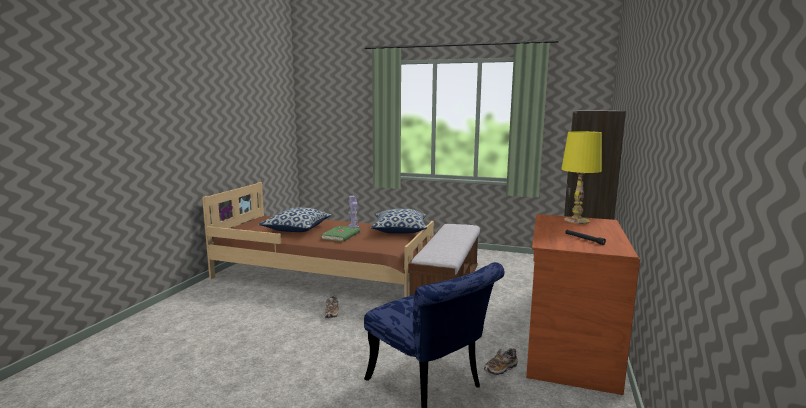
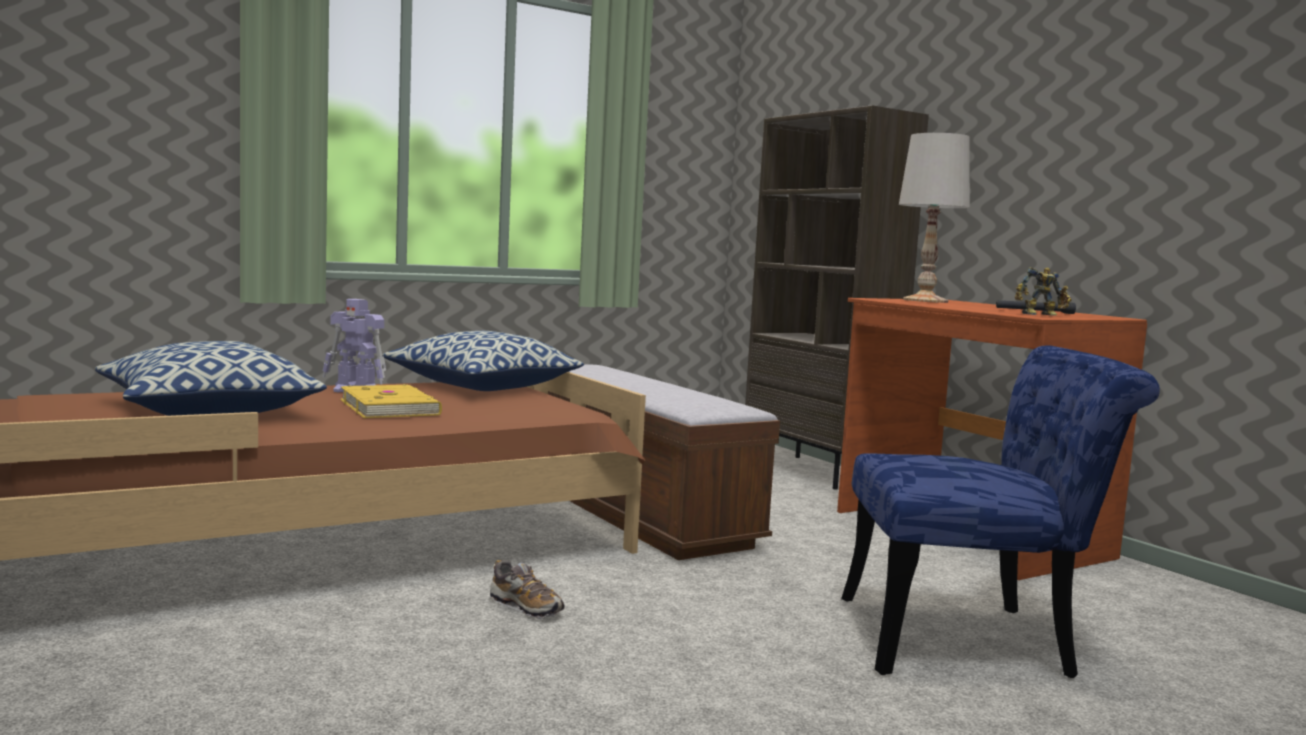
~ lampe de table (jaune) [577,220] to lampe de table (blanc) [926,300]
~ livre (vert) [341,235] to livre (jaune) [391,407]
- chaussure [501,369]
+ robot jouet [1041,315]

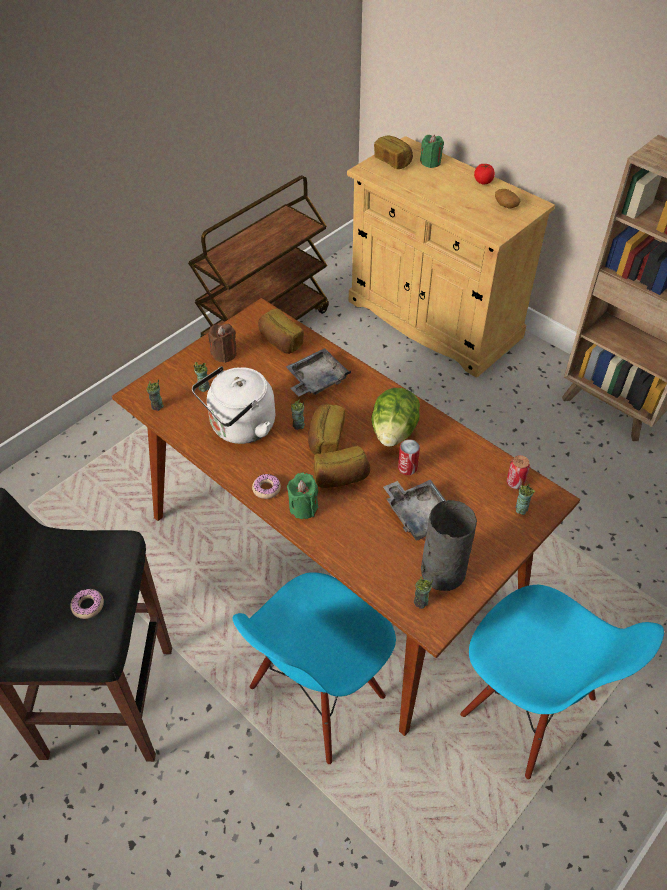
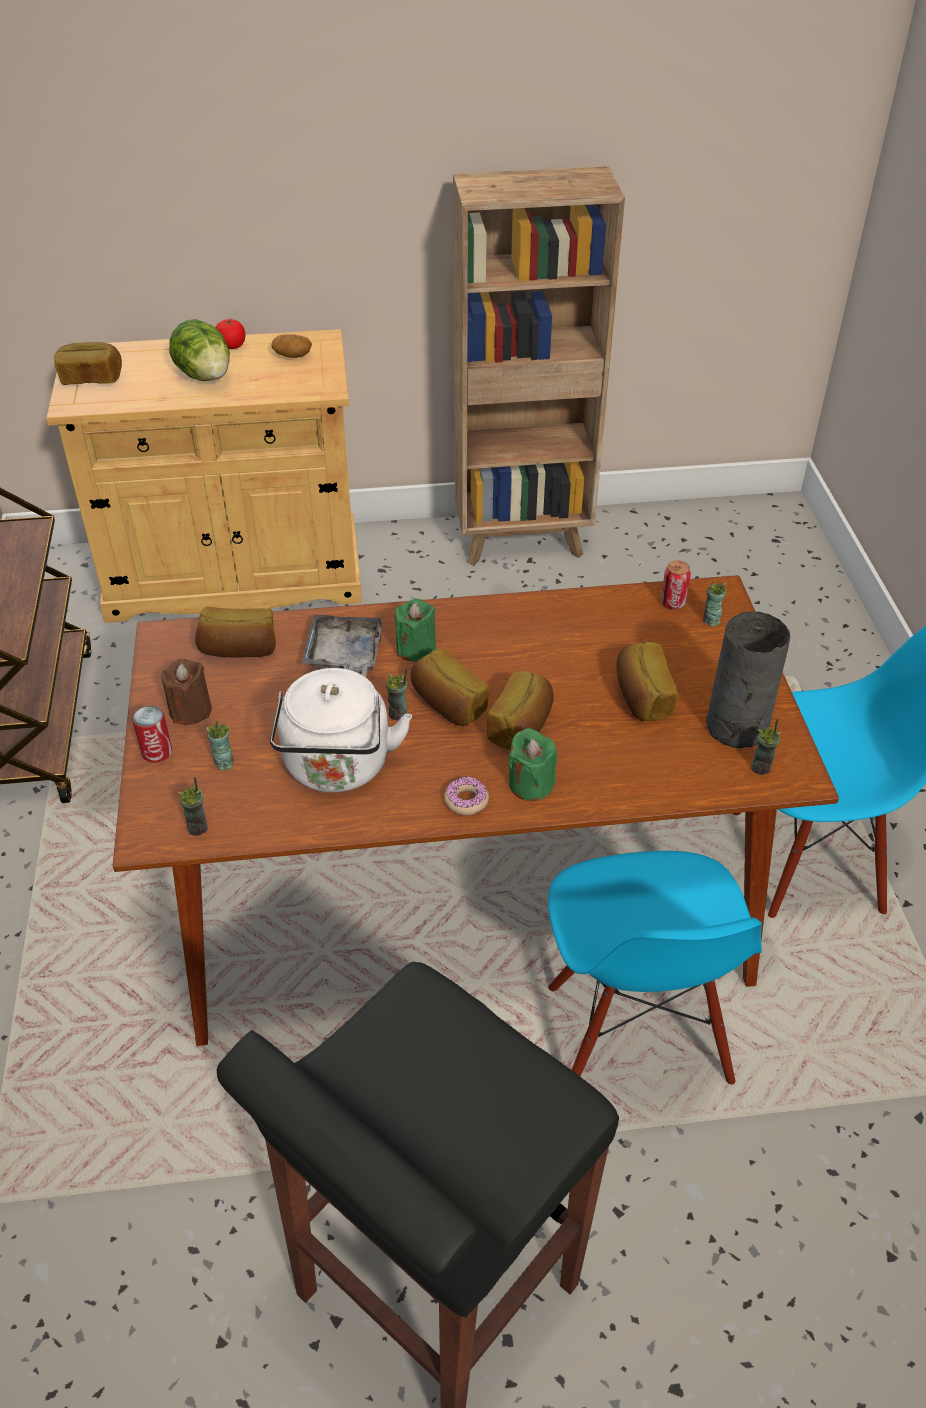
~ bougie (vert) [430,162] to [416,649]
~ laitue [394,432] to [205,376]
~ boîte métallique [407,468] to [157,752]
~ plateau (gris) [419,515] to pain [642,697]
- beignet [88,606]

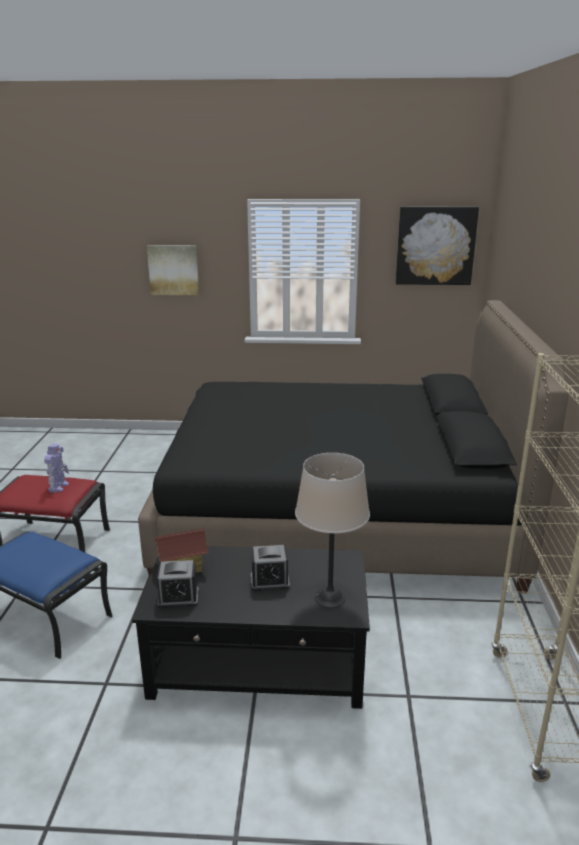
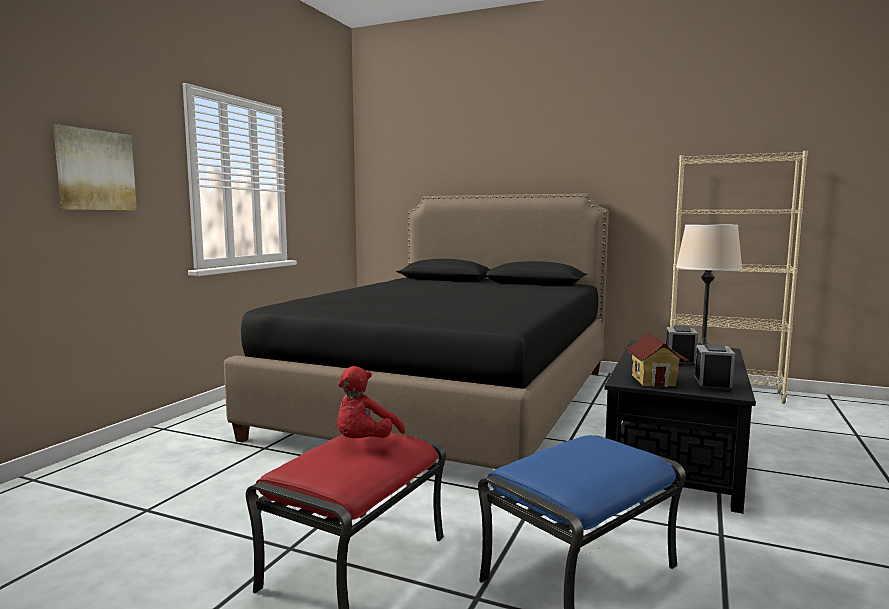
- tableau [435,246]
~ robot jouet [59,487] to peluche (rouge) [365,443]

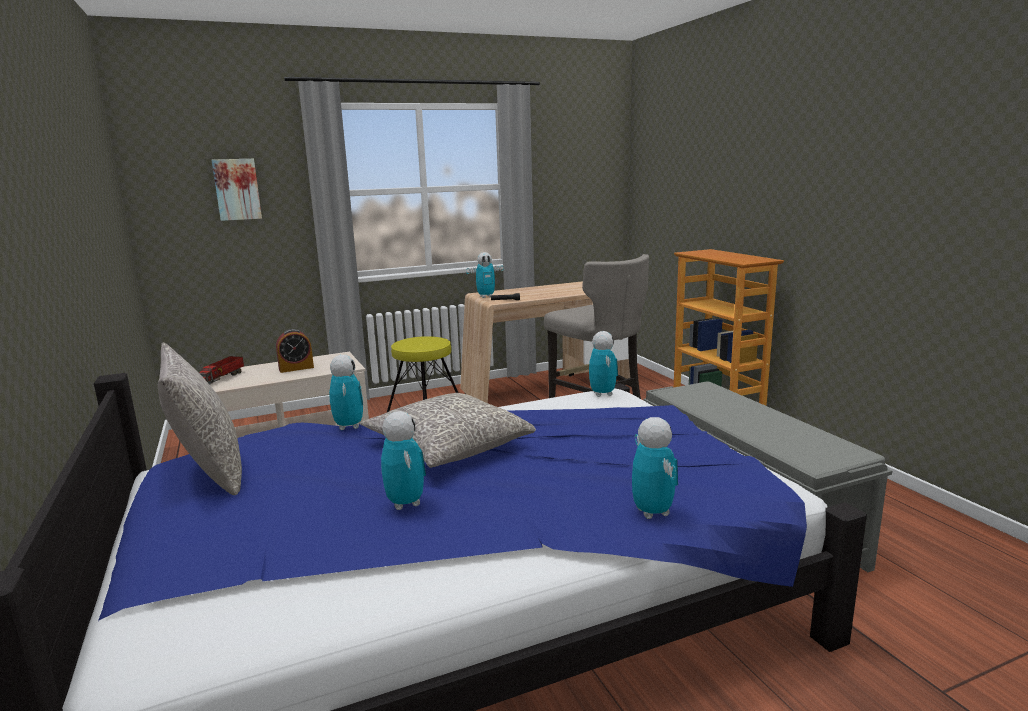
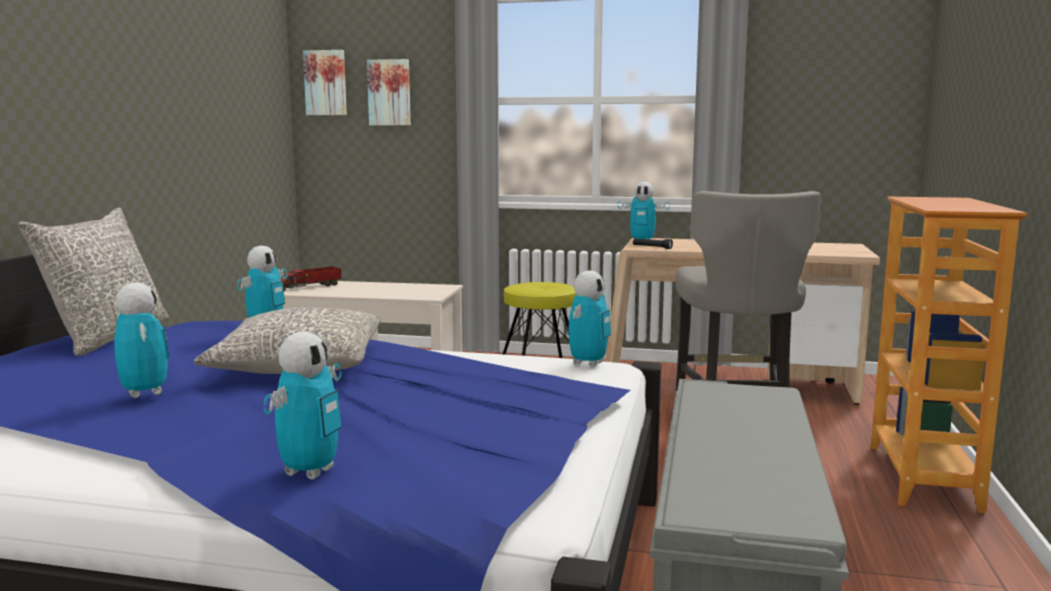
- réveil [296,368]
~ robot jouet [405,503] = [145,393] 45 degrees counterclockwise
+ tableau [326,83]

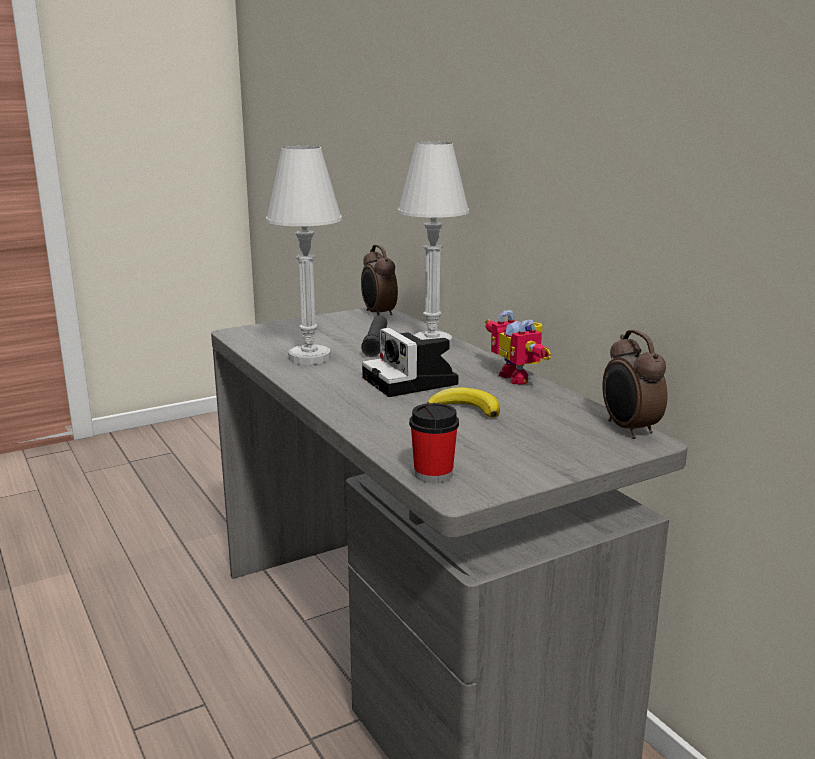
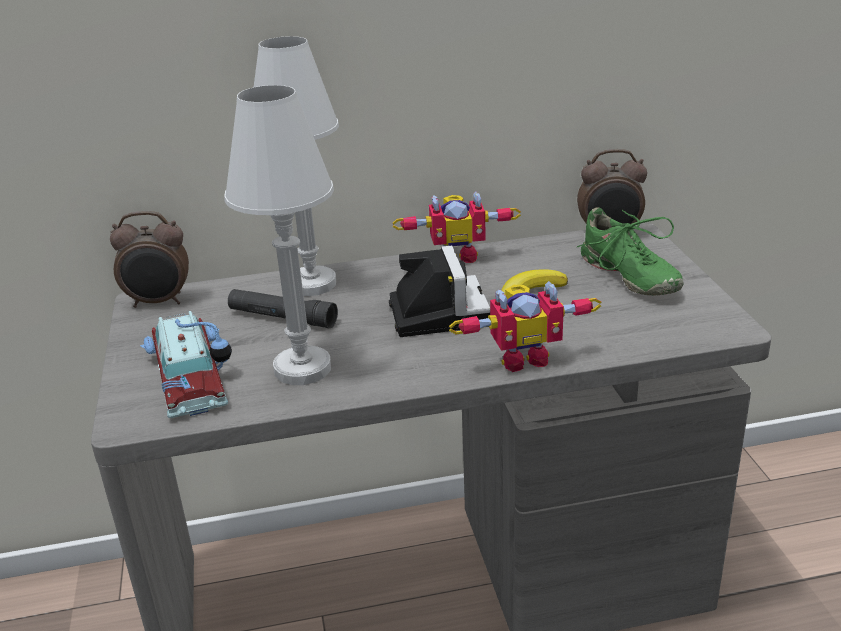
~ appareil photo [412,382] = [436,312] 90 degrees counterclockwise
- tasse [433,474]
+ chaussure (vert) [628,276]
+ robot jouet [522,357]
+ petite voiture [192,373]

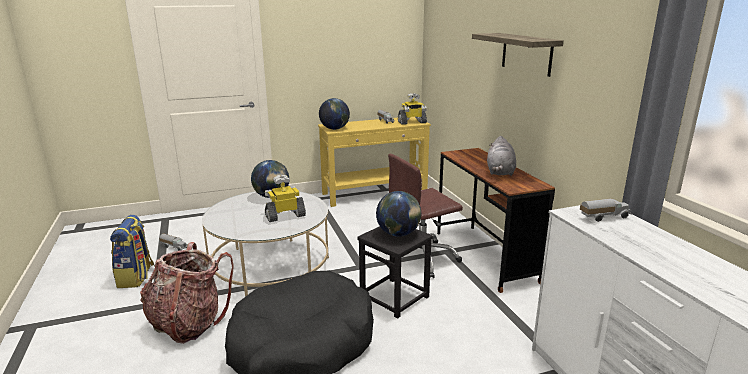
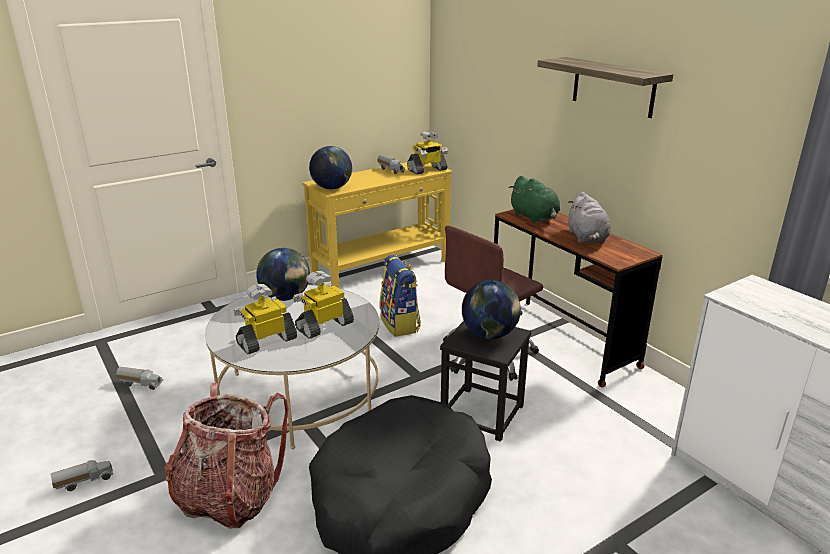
~ camion jouet [603,217] to [84,481]
~ sac à dos [136,277] to [400,324]
+ peluche (vert) [535,218]
+ robot jouet [266,341]

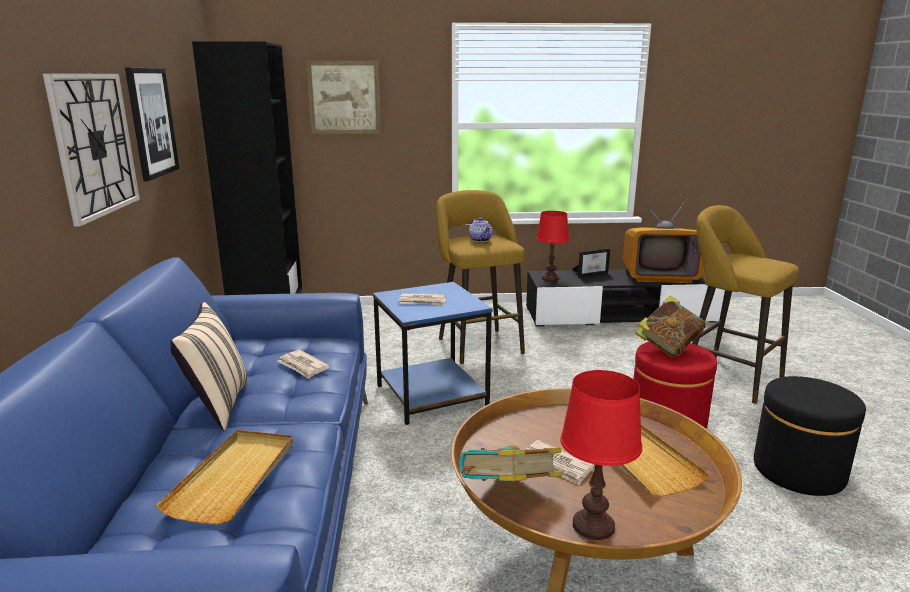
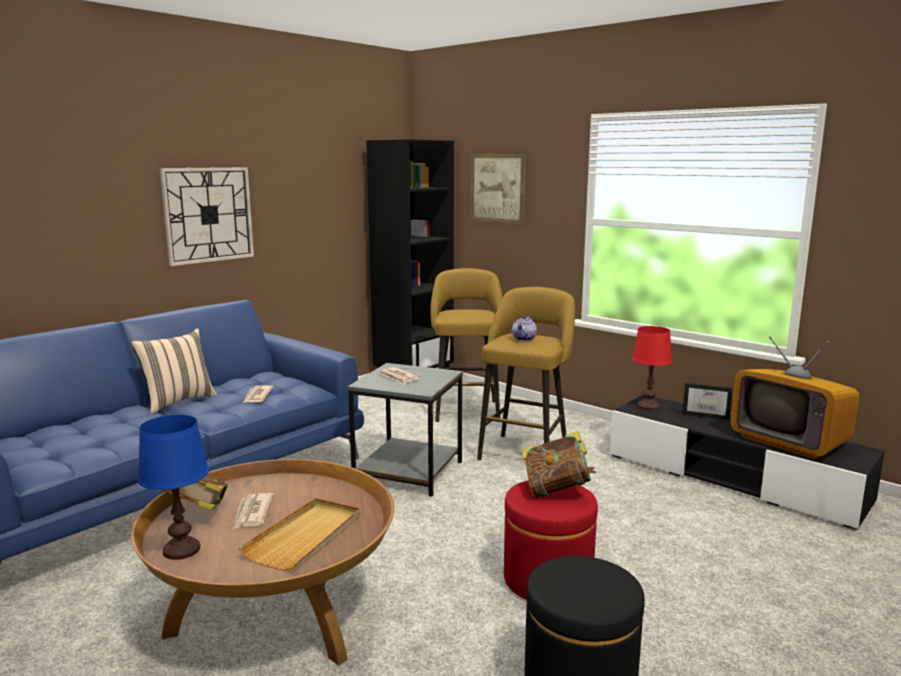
- tableau [152,122]
~ tabouret (jaune) [726,376] to [466,409]
~ table d'appoint (bleu) [432,394] to table d'appoint (gris) [410,471]
~ lampe de table (rouge) [594,526] to lampe de table (bleu) [181,550]
- plateau (beige) [234,477]

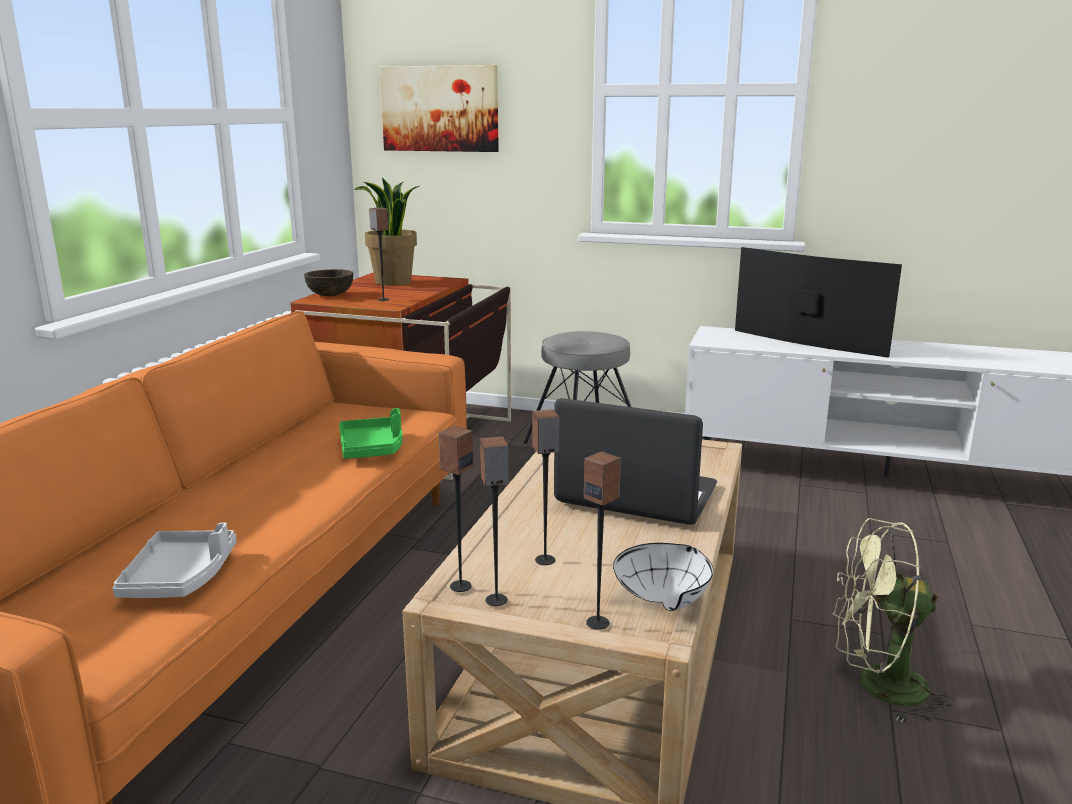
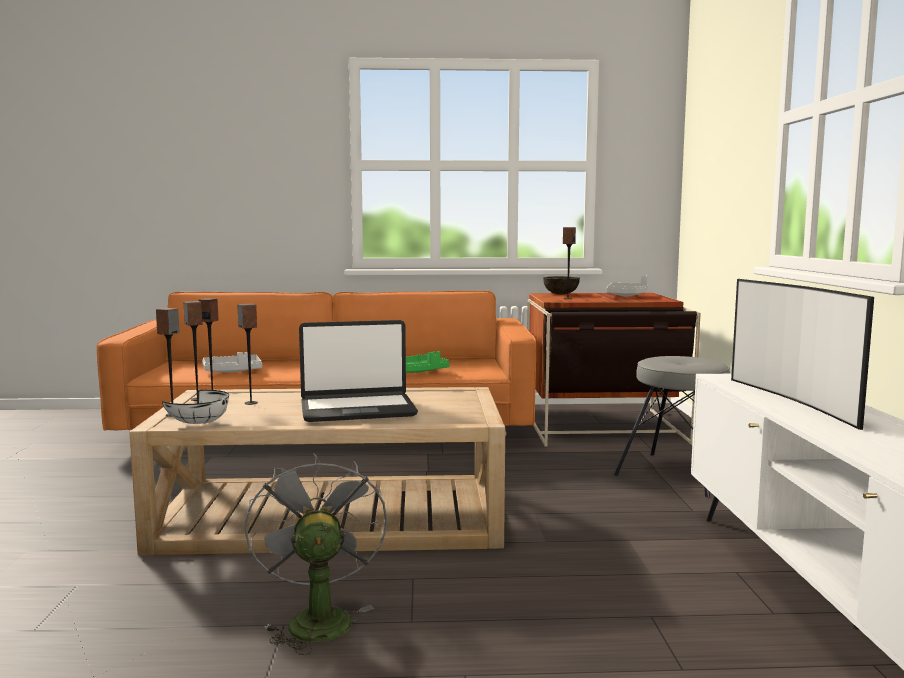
- tableau [440,109]
~ plante en pot [393,282] to plateau (gris) [626,296]
~ téléviseur [805,344] = [795,401] 150 degrees clockwise
~ ordinateur portable [636,496] = [357,409] 75 degrees clockwise
~ ventilateur (vert) [877,687] to ventilateur (gris) [316,618]

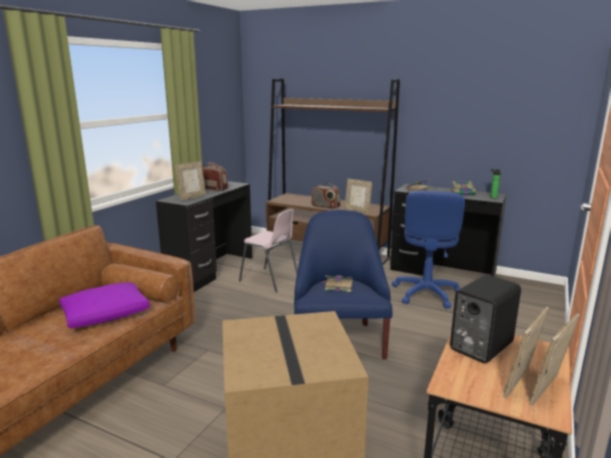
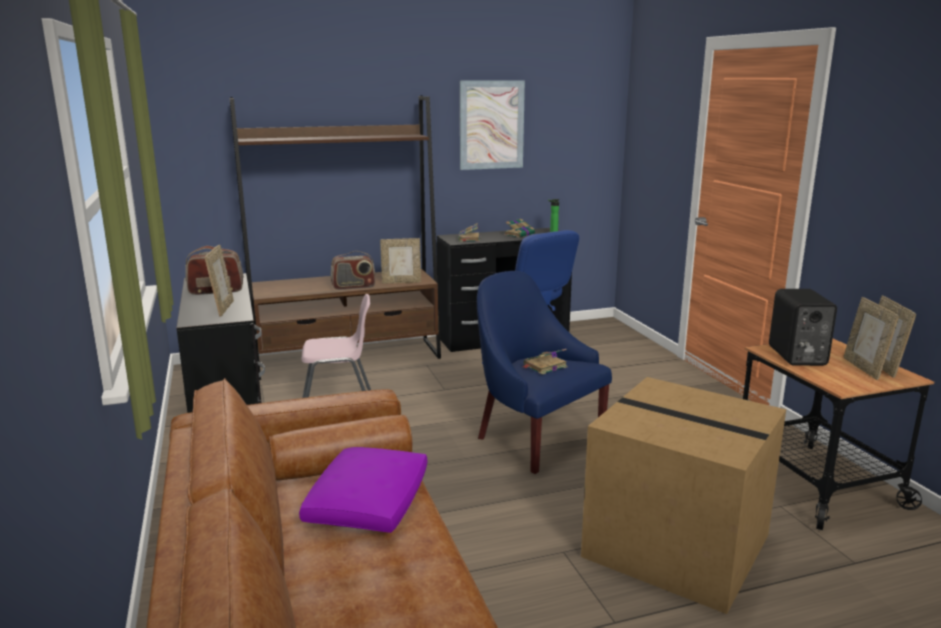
+ tableau [491,125]

